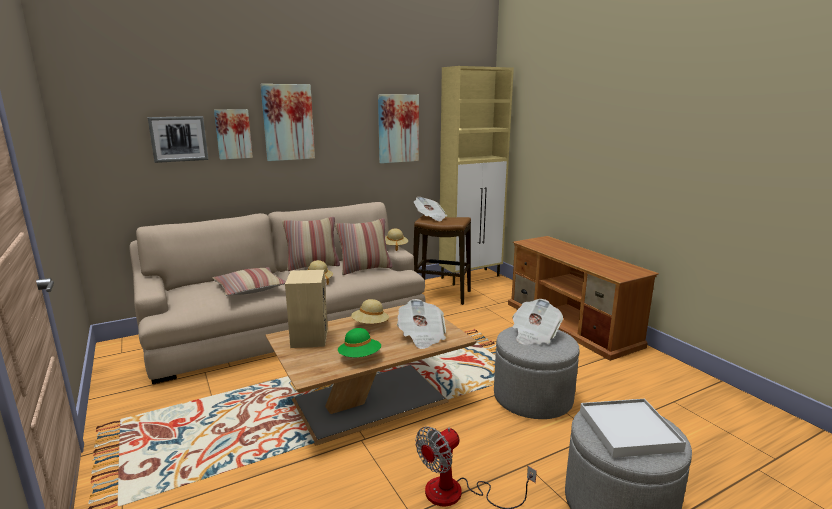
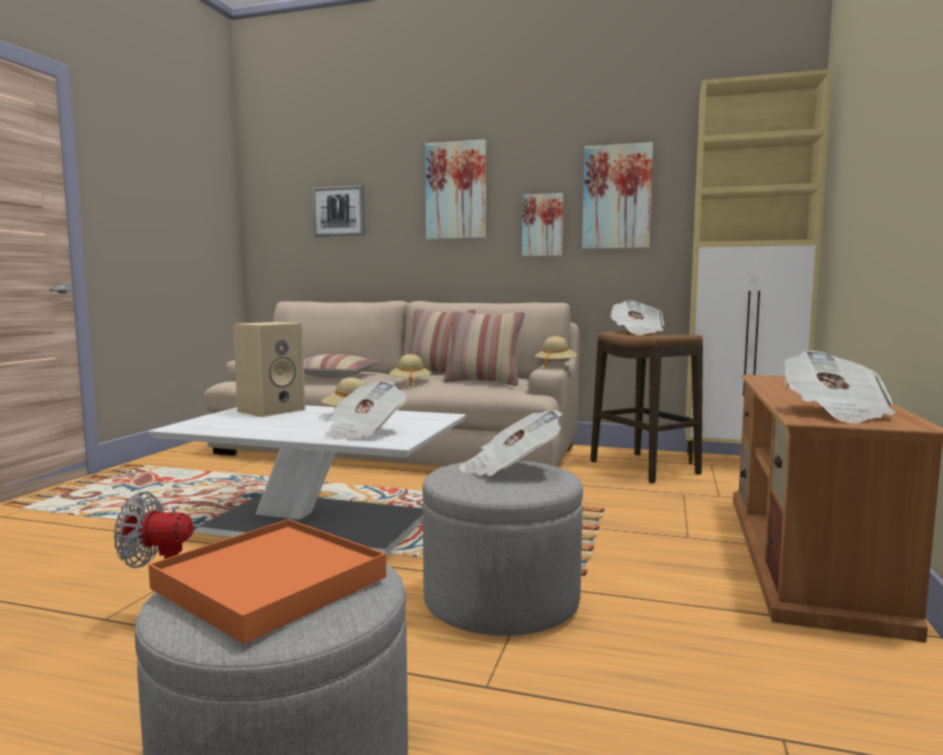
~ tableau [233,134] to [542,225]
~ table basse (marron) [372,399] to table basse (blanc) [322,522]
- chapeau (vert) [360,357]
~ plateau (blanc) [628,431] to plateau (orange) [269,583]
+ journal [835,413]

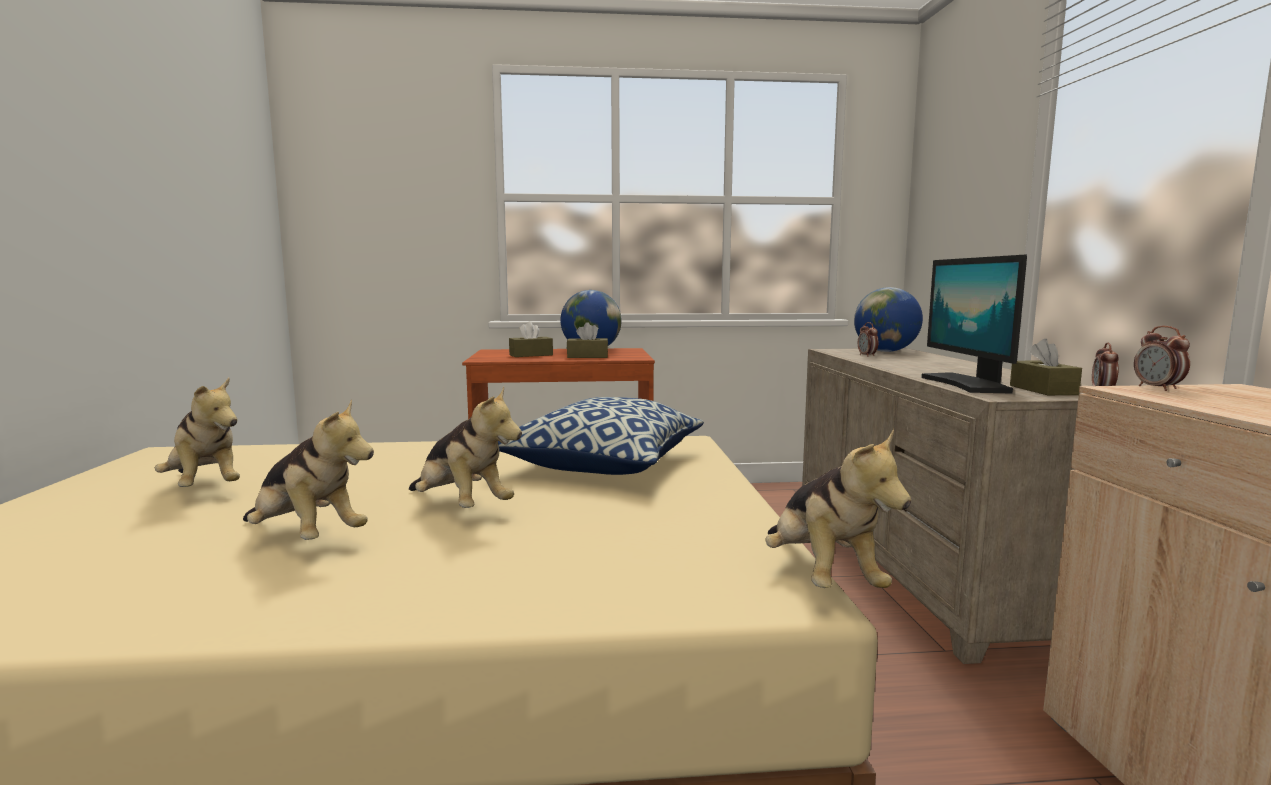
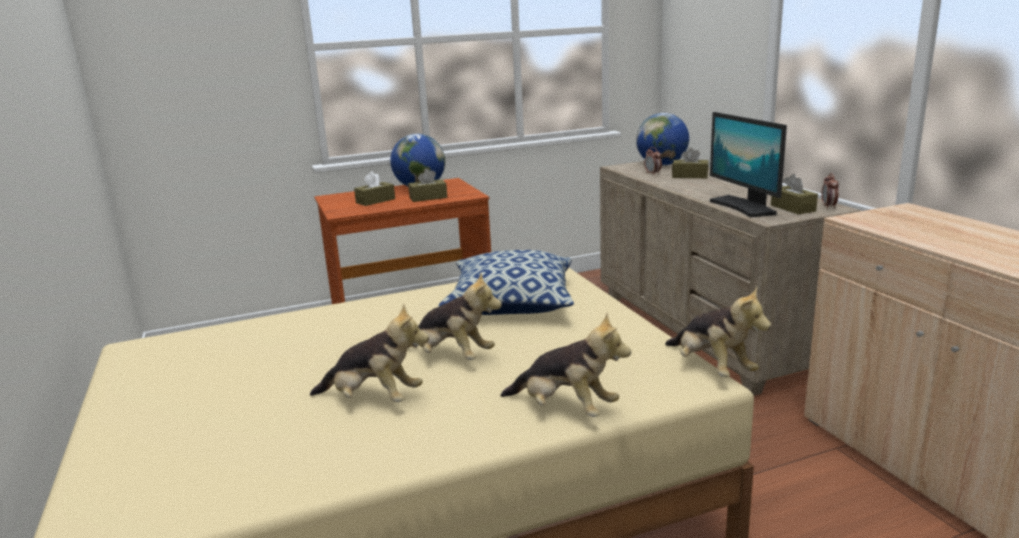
- réveil [1158,388]
~ peluche [204,487] to [565,409]
+ boîte à mouchoirs (marron) [690,176]

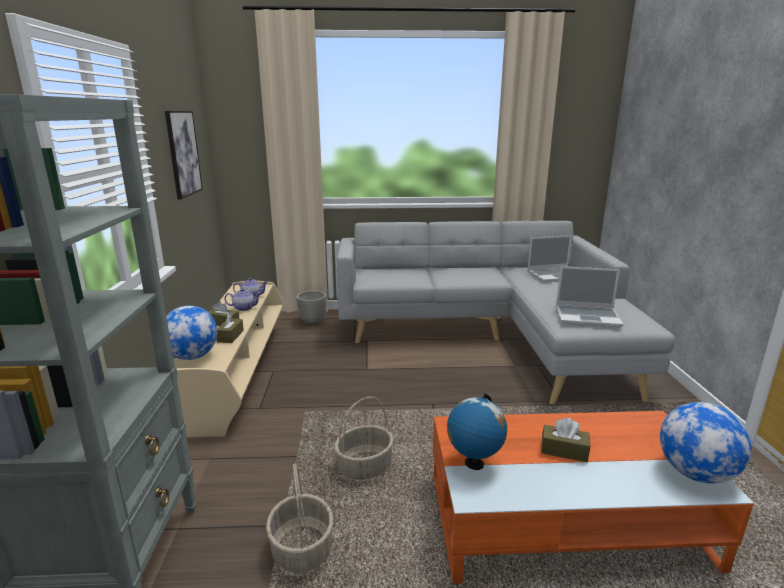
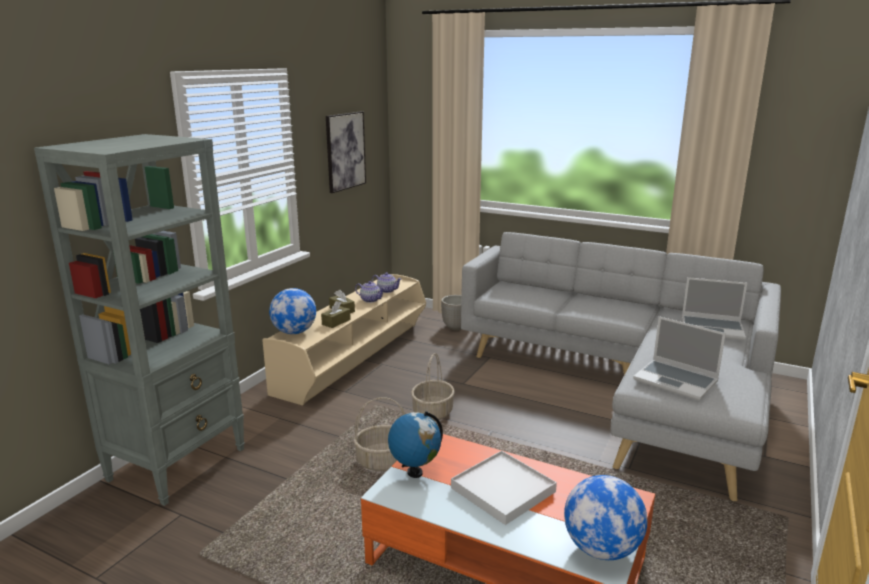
~ boîte à mouchoirs (marron) [564,451] to plateau (blanc) [502,490]
~ panier [302,549] to [433,412]

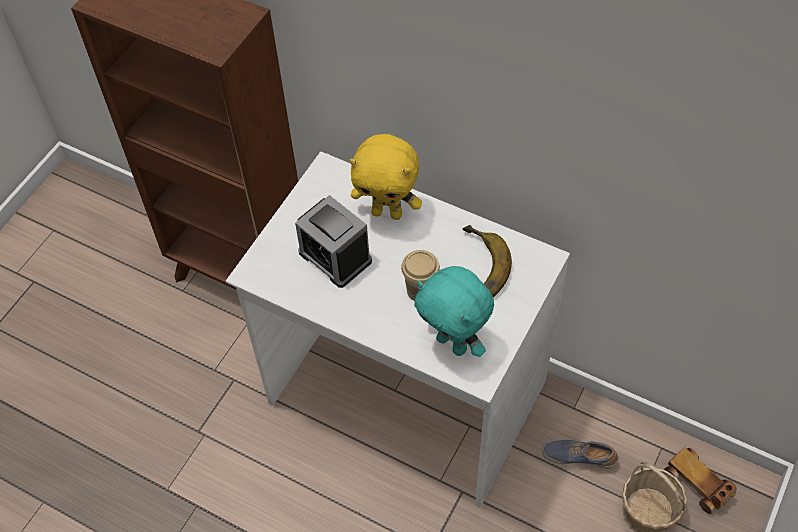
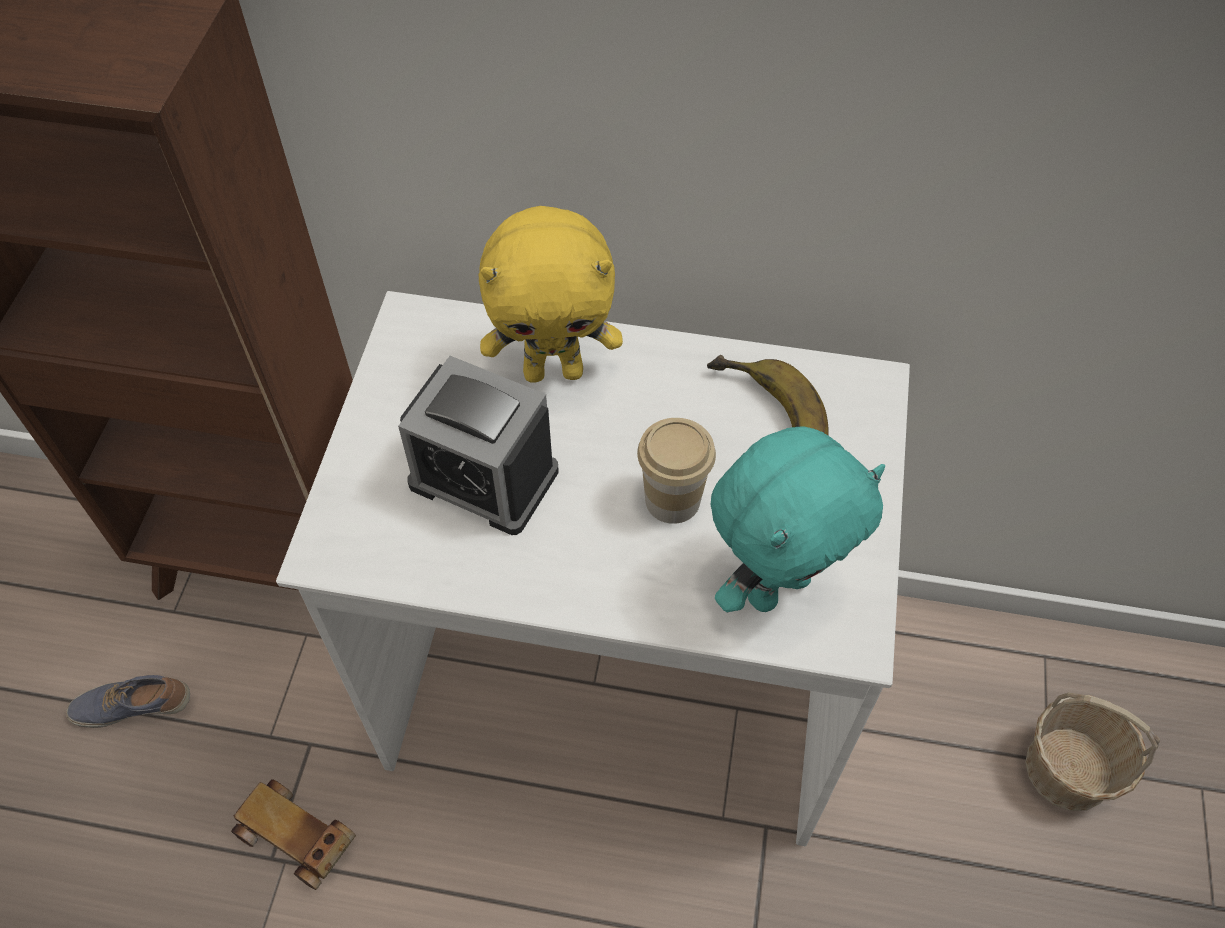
~ peluche (turquoise) [453,343] = [776,586] 60 degrees counterclockwise
~ chaussure [579,456] to [134,706]
~ petite voiture [698,484] to [298,838]

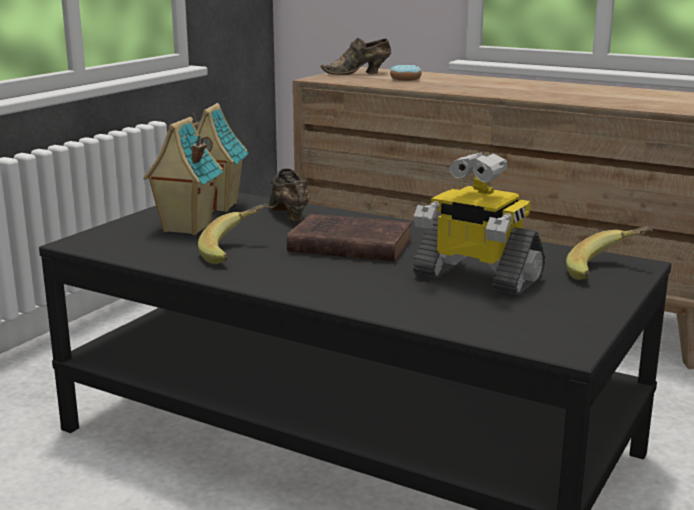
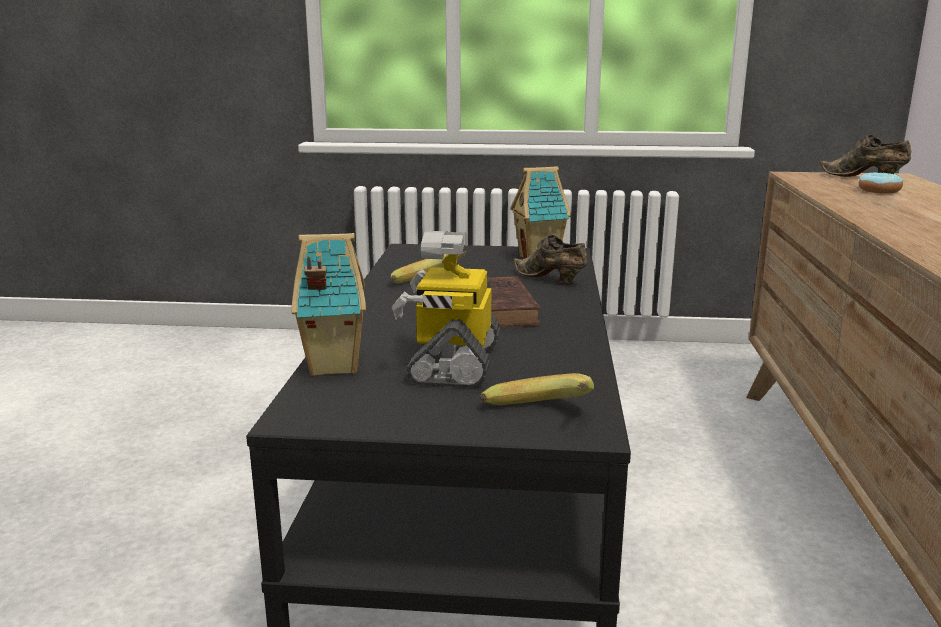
~ maison miniature [185,229] to [332,366]
~ chaussure (marron) [288,214] = [550,279] 90 degrees counterclockwise

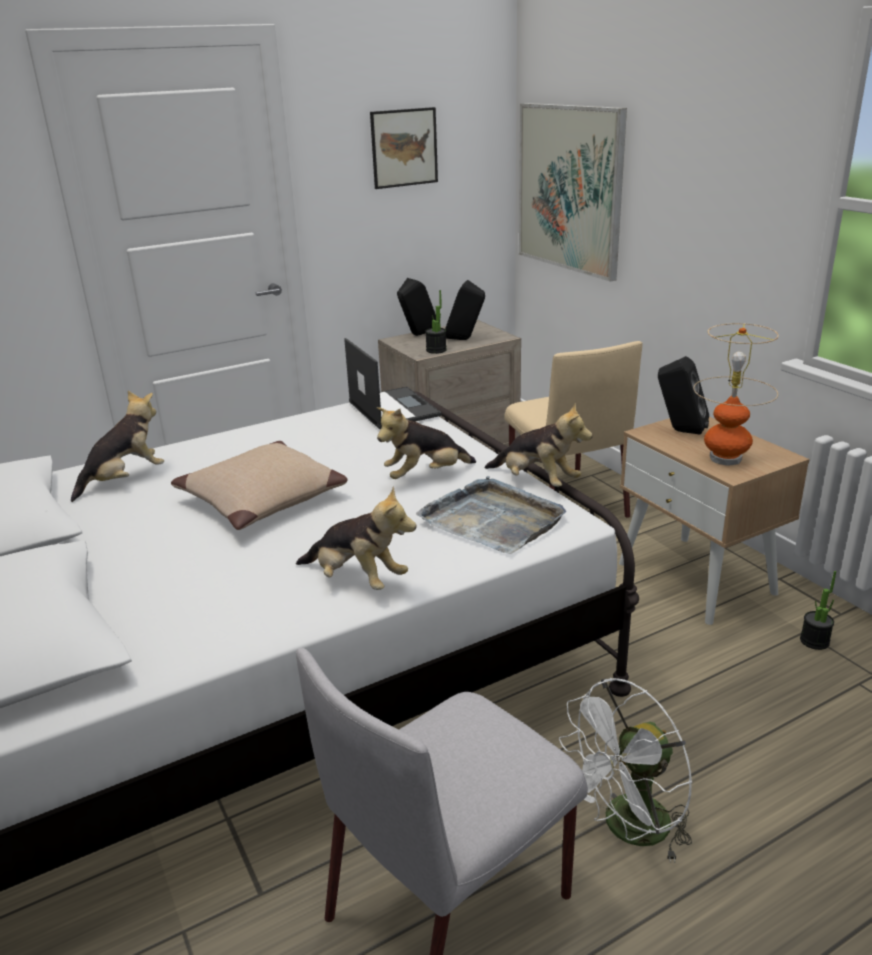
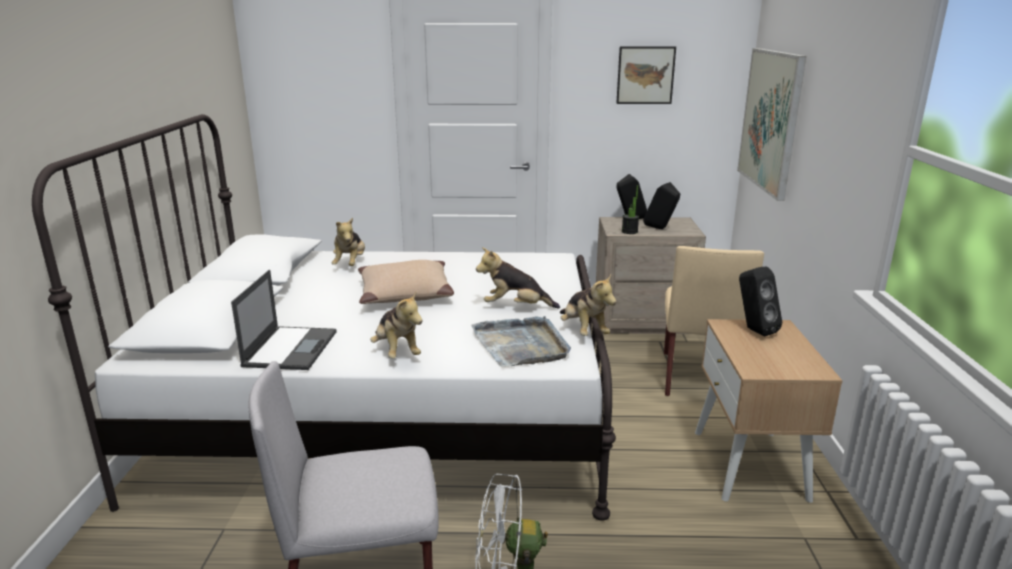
- lampe de table [725,459]
~ ordinateur portable [393,408] to [290,348]
~ peluche [125,480] = [350,264] 105 degrees clockwise
- plante en pot [814,641]

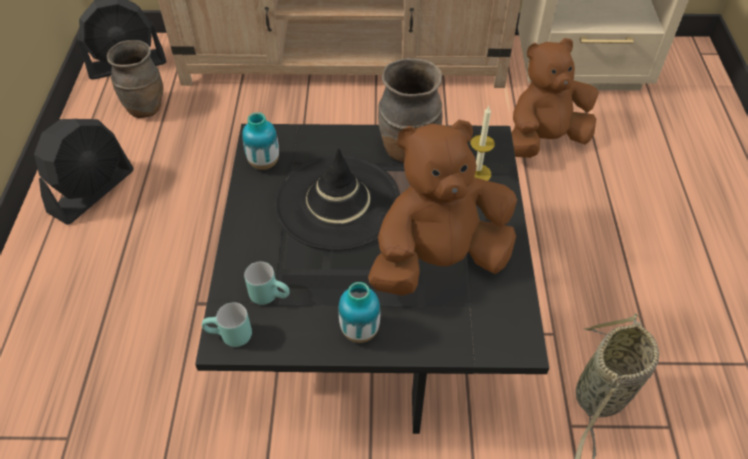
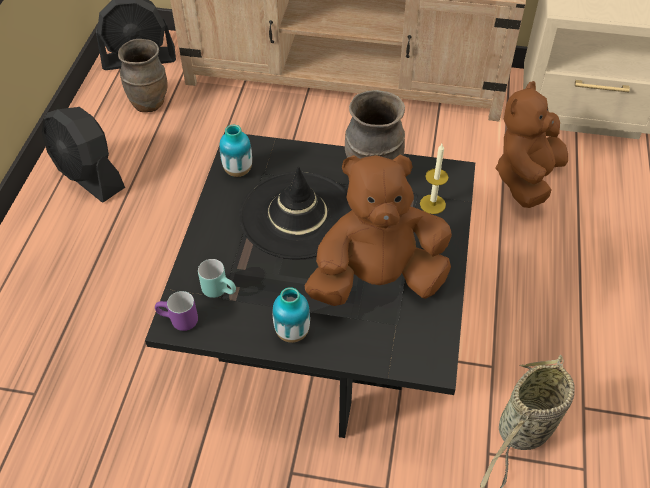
~ peluche (marron) [544,140] = [526,178] 45 degrees counterclockwise
~ ventilateur (noir) [92,191] = [89,176] 90 degrees clockwise
~ mug (turquoise) [229,337] to mug (violet) [178,322]

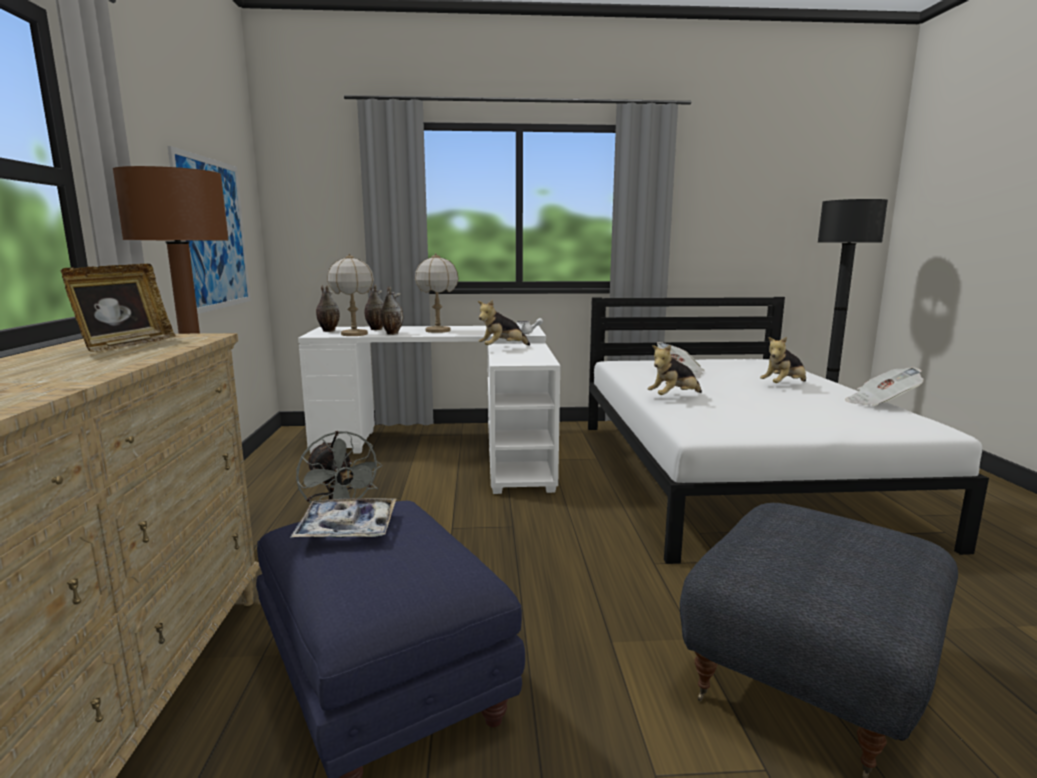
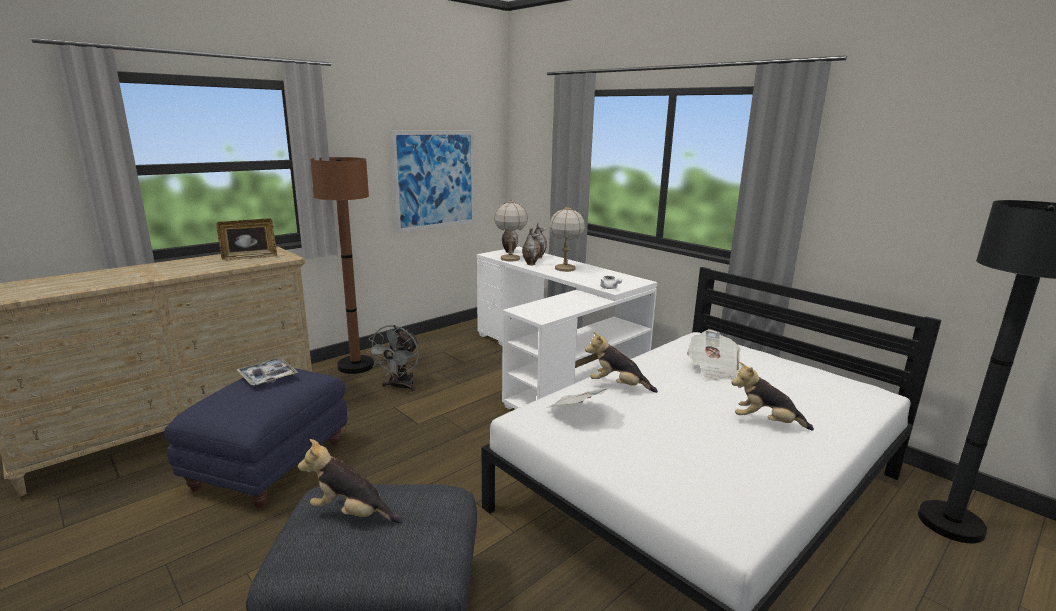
~ peluche [502,348] to [352,513]
~ journal [880,403] to [577,412]

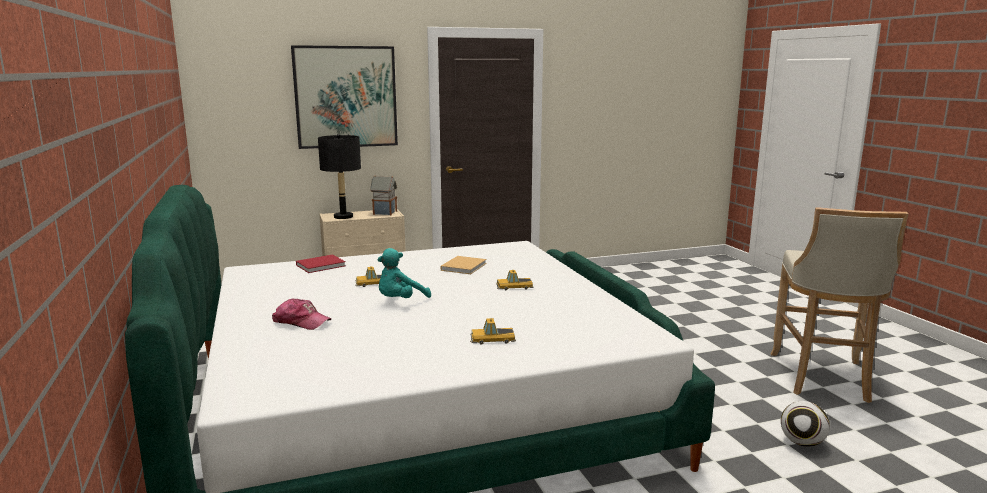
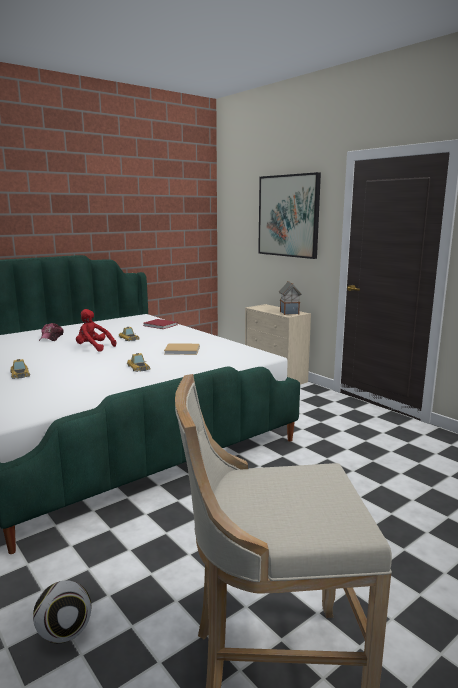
- lampe de table (noir) [343,217]
~ peluche (turquoise) [400,301] to peluche (rouge) [93,348]

